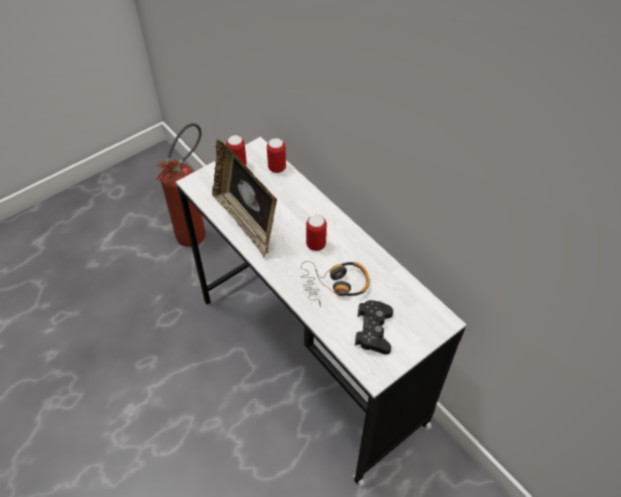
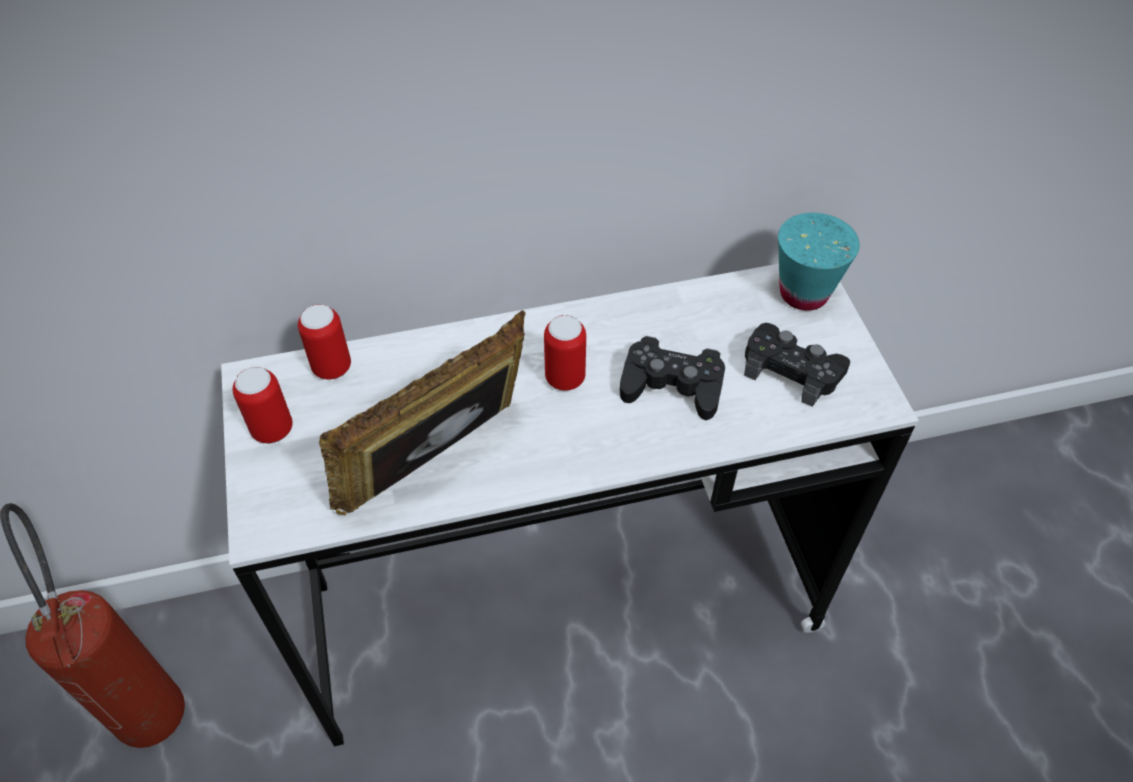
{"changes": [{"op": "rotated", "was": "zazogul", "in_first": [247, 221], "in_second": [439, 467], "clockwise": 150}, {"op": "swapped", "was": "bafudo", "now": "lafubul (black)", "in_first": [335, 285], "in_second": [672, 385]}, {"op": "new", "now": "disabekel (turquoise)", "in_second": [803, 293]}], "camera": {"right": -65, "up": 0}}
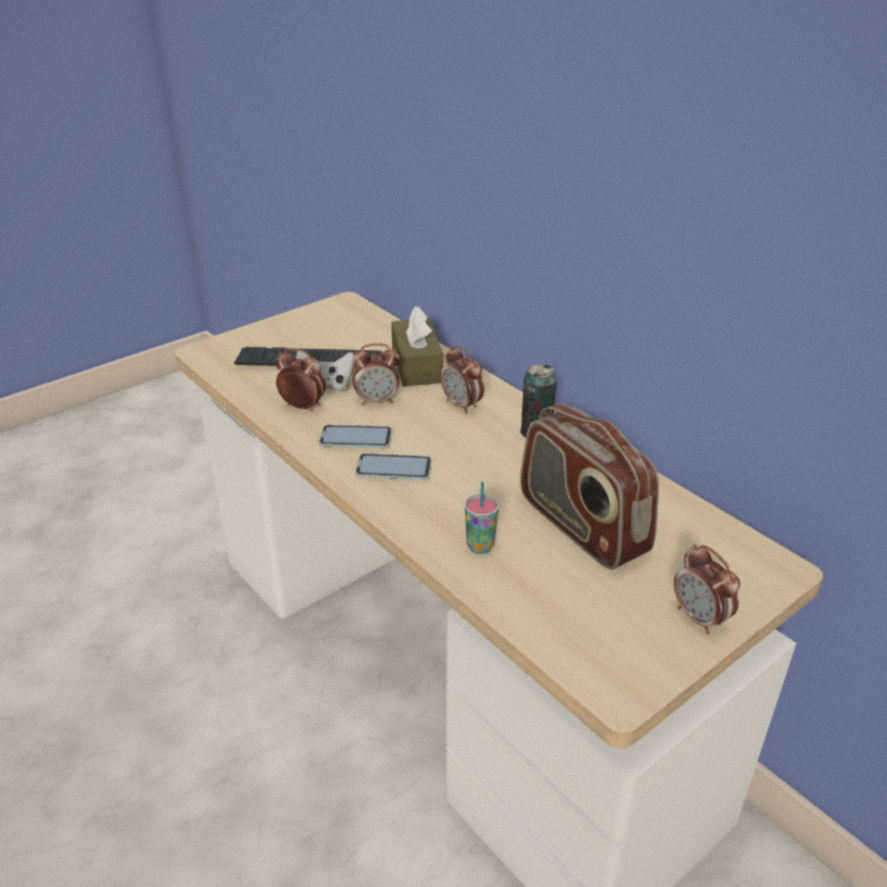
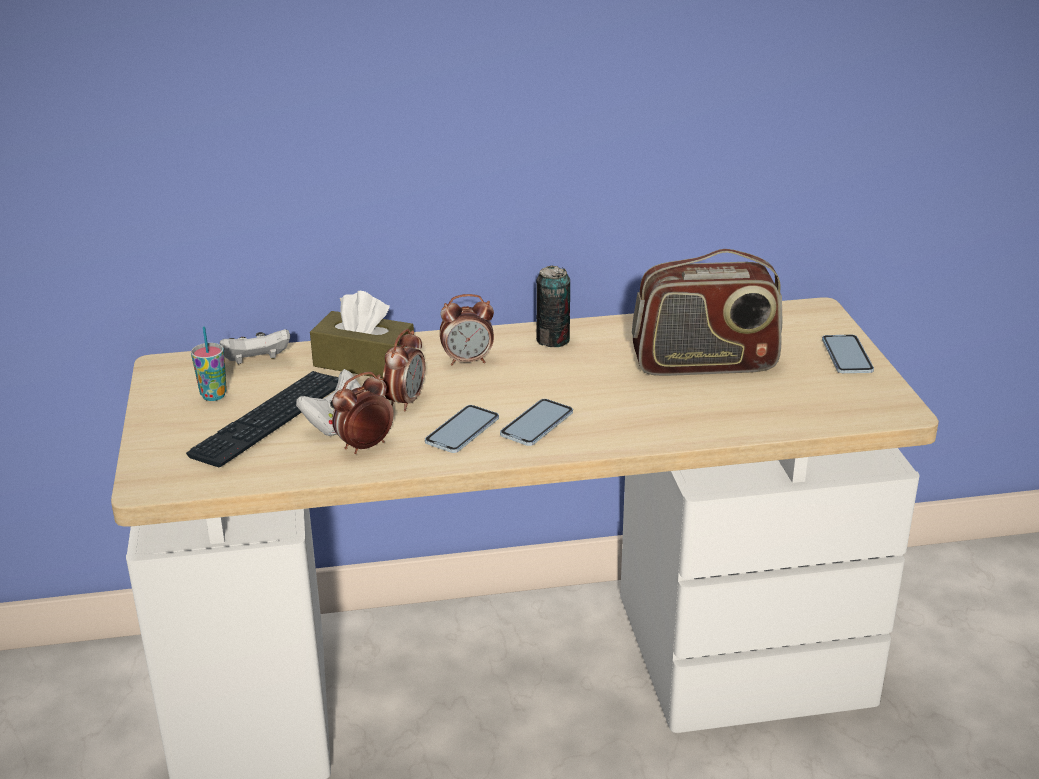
{"changes": [{"op": "shifted", "was": "disabekel", "in_first": [480, 546], "in_second": [213, 395]}, {"op": "swapped", "was": "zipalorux", "now": "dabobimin", "in_first": [700, 618], "in_second": [847, 356]}, {"op": "new", "now": "lafubul (white)", "in_second": [256, 362]}], "camera": {"right": -60, "up": -5}}
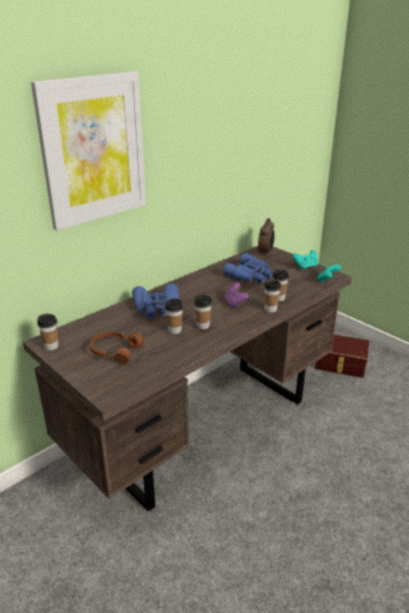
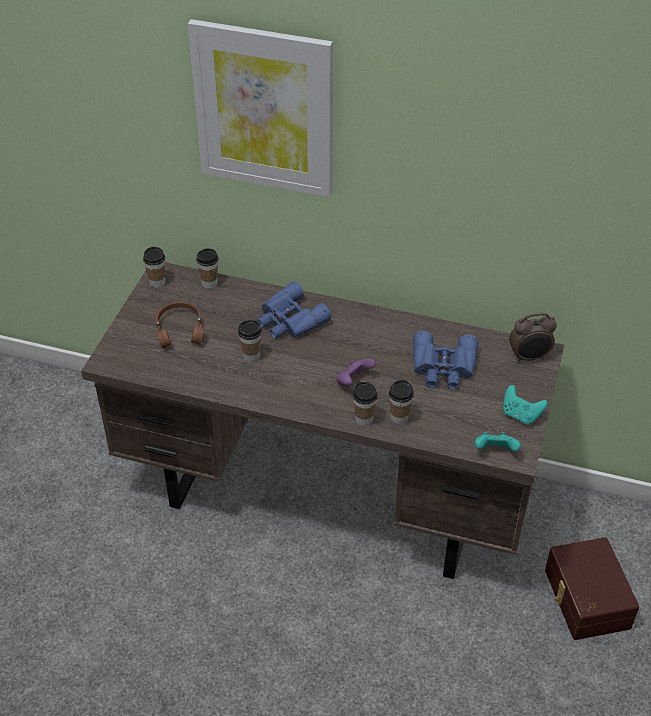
{"changes": [{"op": "shifted", "was": "disabekel", "in_first": [203, 326], "in_second": [209, 283]}], "camera": {"right": 60, "up": 15}}
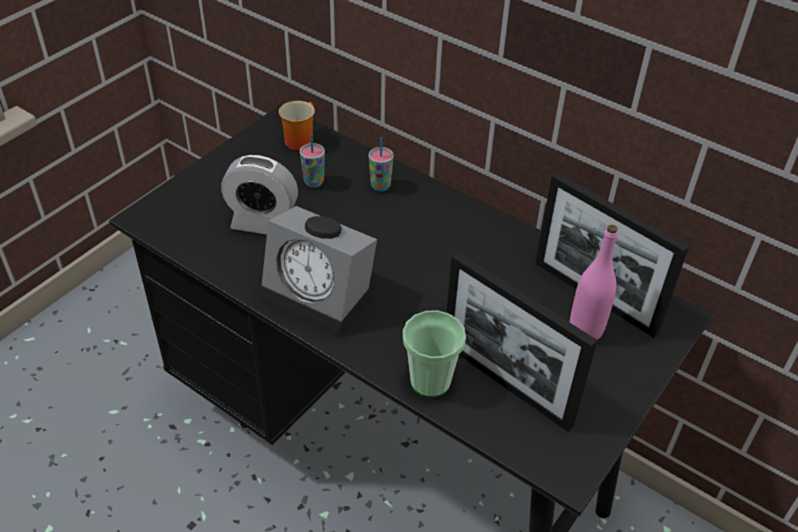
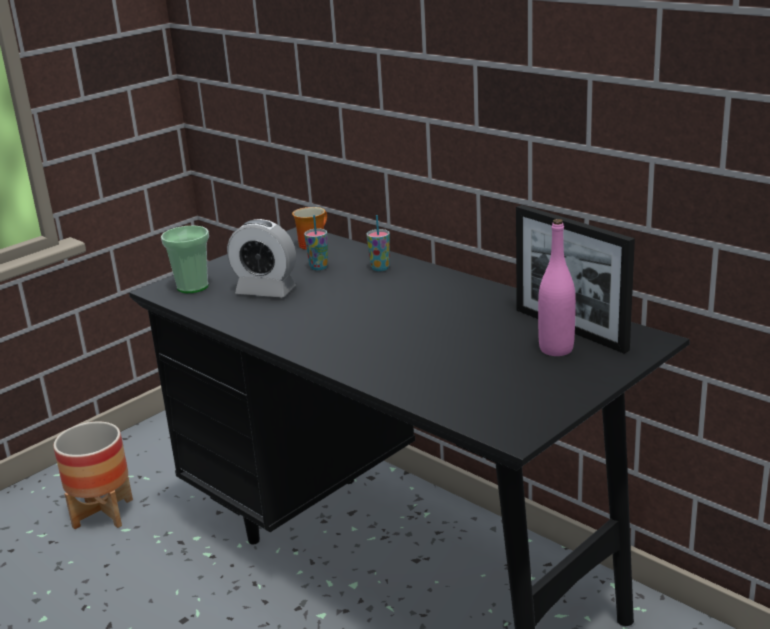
{"changes": [{"op": "gone", "was": "zipalorux", "in_first": [321, 297]}, {"op": "shifted", "was": "disabekel", "in_first": [430, 381], "in_second": [192, 287]}, {"op": "gone", "was": "zazogul", "in_first": [506, 383]}, {"op": "new", "now": "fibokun", "in_second": [103, 513]}], "camera": {"right": 10, "up": -20}}
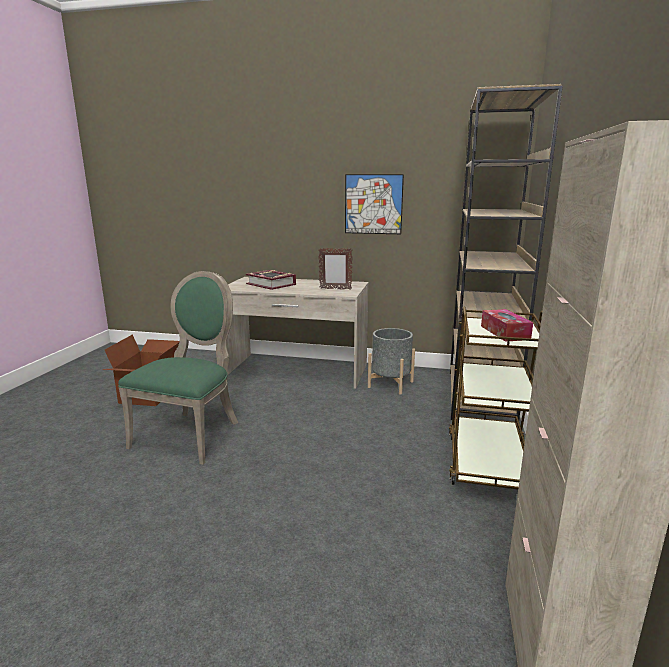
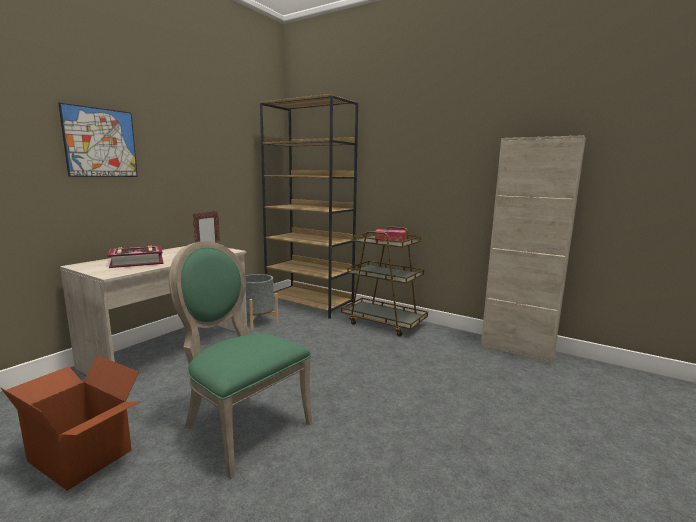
{"changes": [{"op": "shifted", "was": "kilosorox", "in_first": [373, 204], "in_second": [101, 143]}], "camera": {"right": -70, "up": -5}}
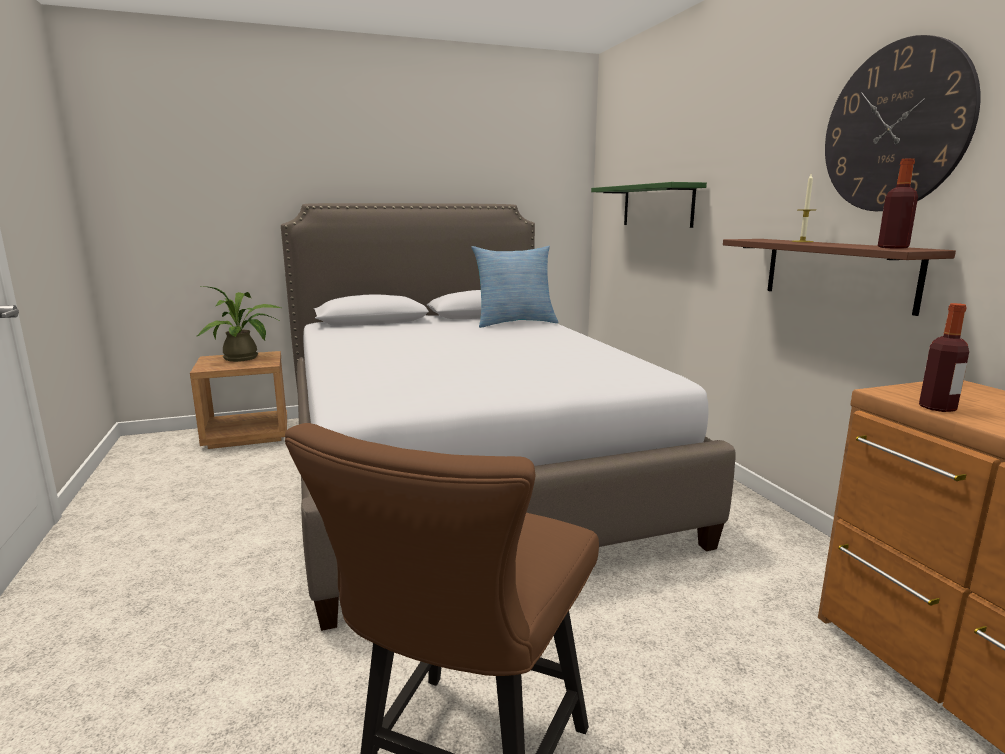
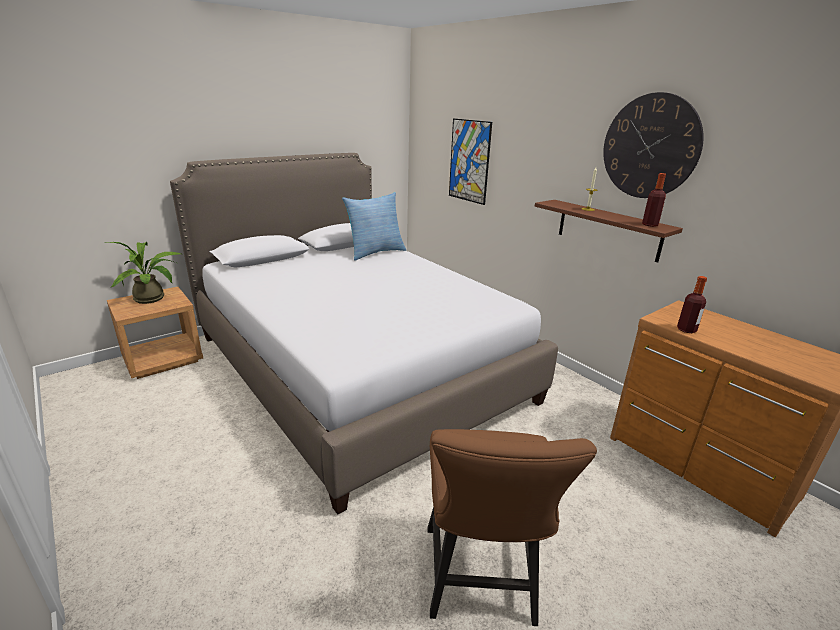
{"changes": [{"op": "swapped", "was": "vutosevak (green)", "now": "kilosorox", "in_first": [657, 206], "in_second": [469, 161]}], "camera": {"right": -20, "up": 10}}
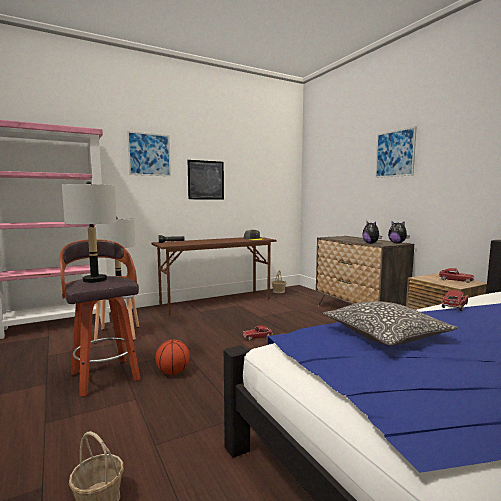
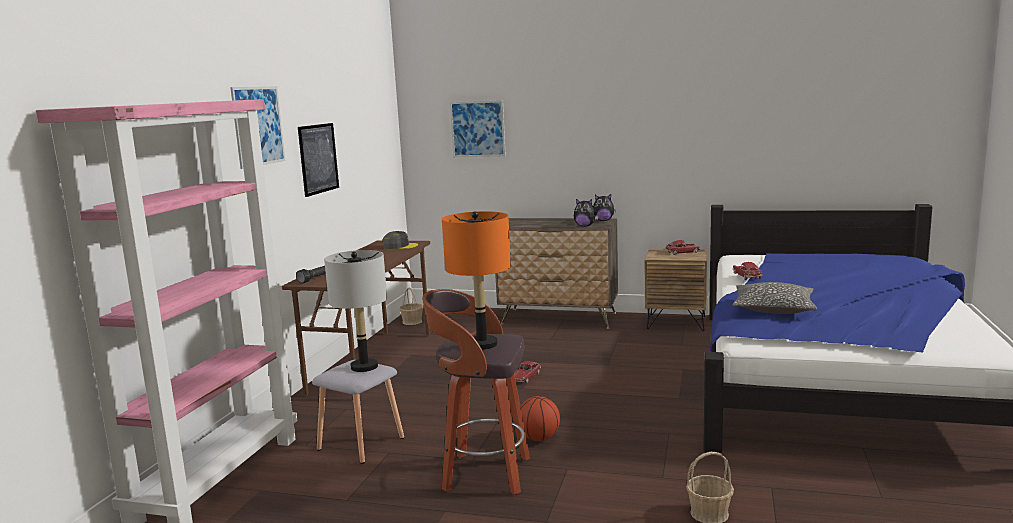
{"changes": [{"op": "repainted", "was": "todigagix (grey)", "now": "todigagix (orange)", "in_first": [95, 280], "in_second": [482, 344]}, {"op": "shifted", "was": "kilosorox", "in_first": [394, 153], "in_second": [477, 129]}], "camera": {"right": -45, "up": 5}}
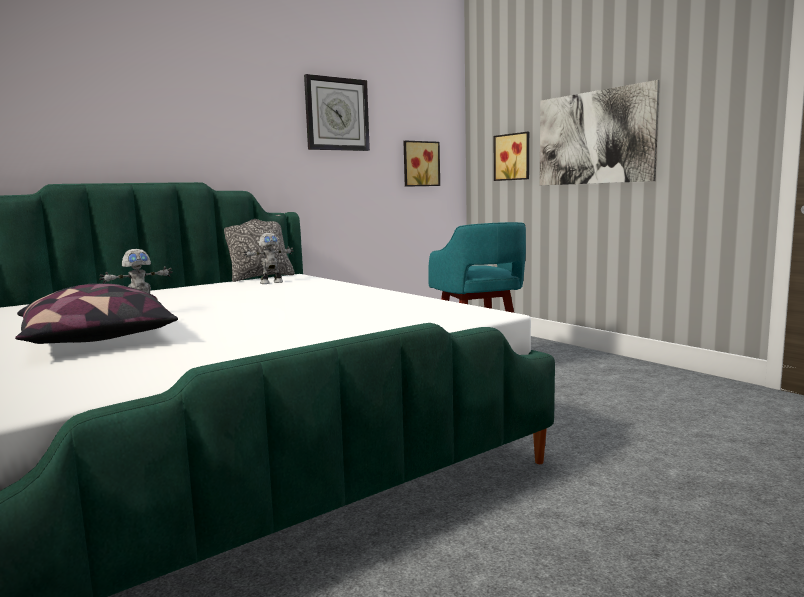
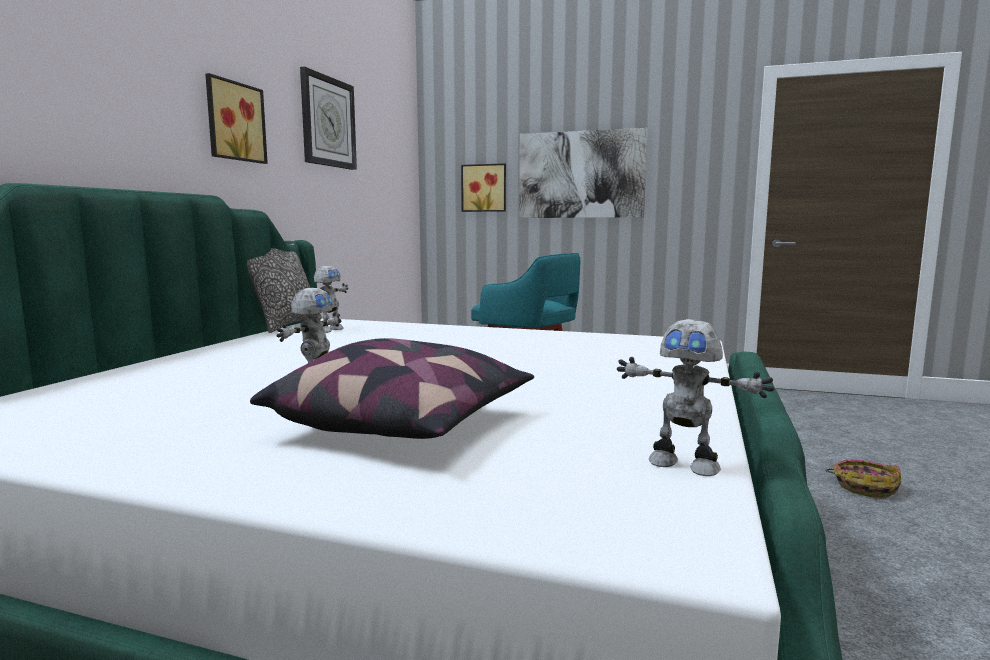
{"changes": [{"op": "shifted", "was": "kilosorox", "in_first": [420, 164], "in_second": [233, 121]}, {"op": "new", "now": "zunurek", "in_second": [684, 464]}, {"op": "new", "now": "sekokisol", "in_second": [864, 487]}], "camera": {"right": -35, "up": 0}}
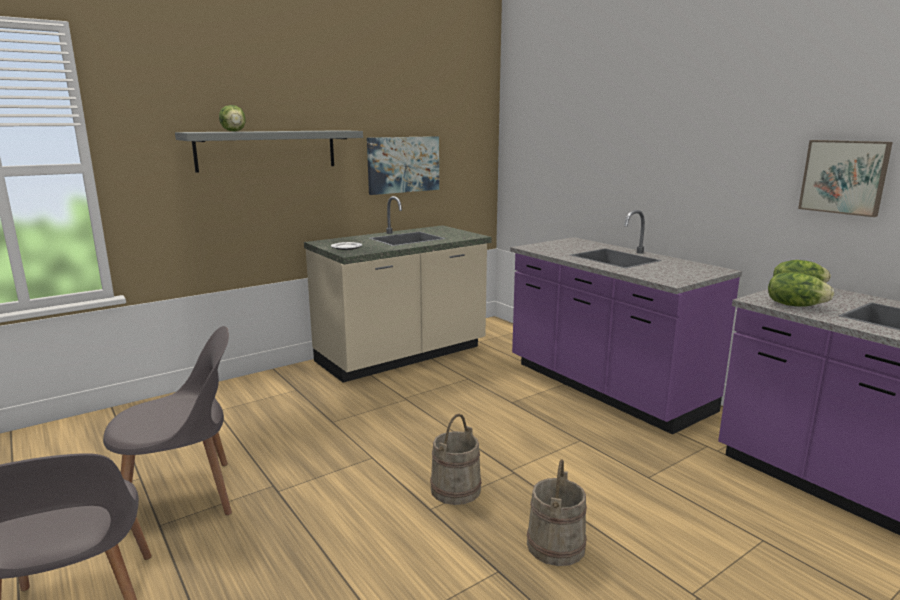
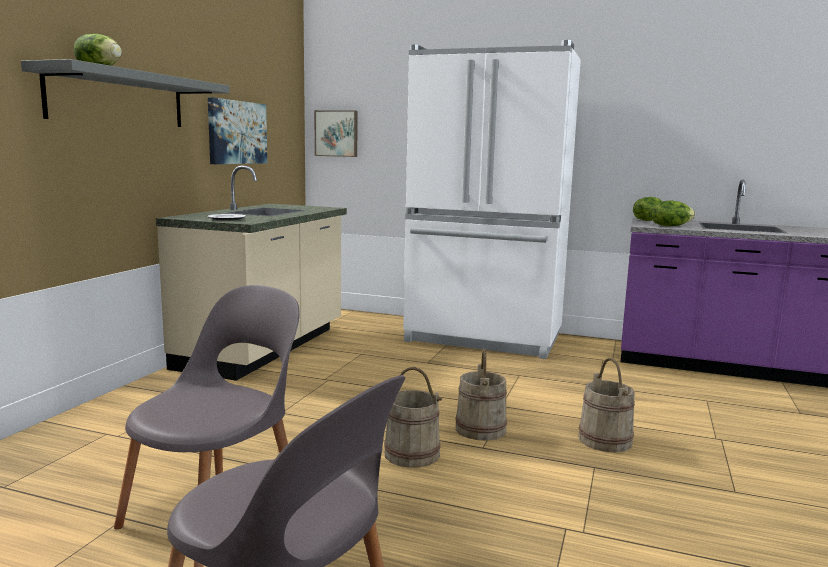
{"changes": [{"op": "swapped", "was": "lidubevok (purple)", "now": "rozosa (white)", "in_first": [605, 388], "in_second": [483, 339]}, {"op": "shifted", "was": "kilosorox", "in_first": [844, 177], "in_second": [336, 133]}, {"op": "new", "now": "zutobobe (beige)", "in_second": [411, 454]}], "camera": {"right": -35, "up": -5}}
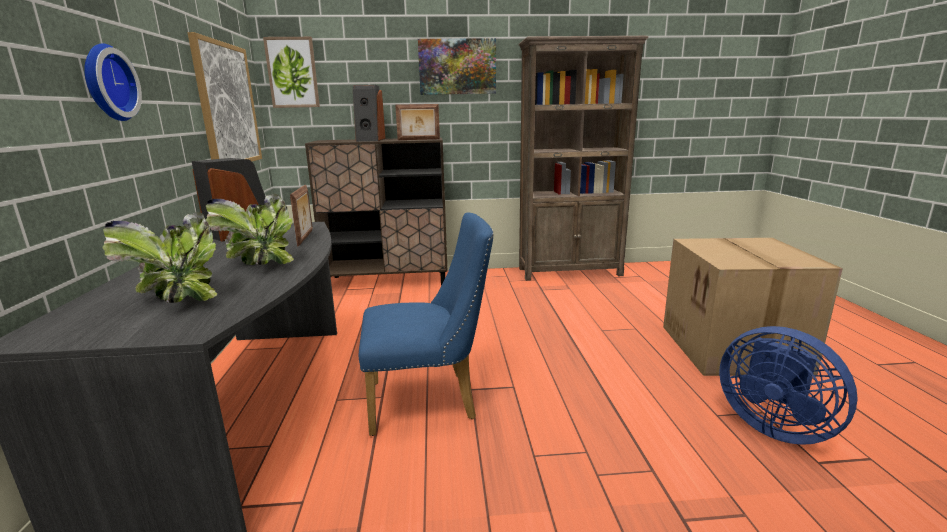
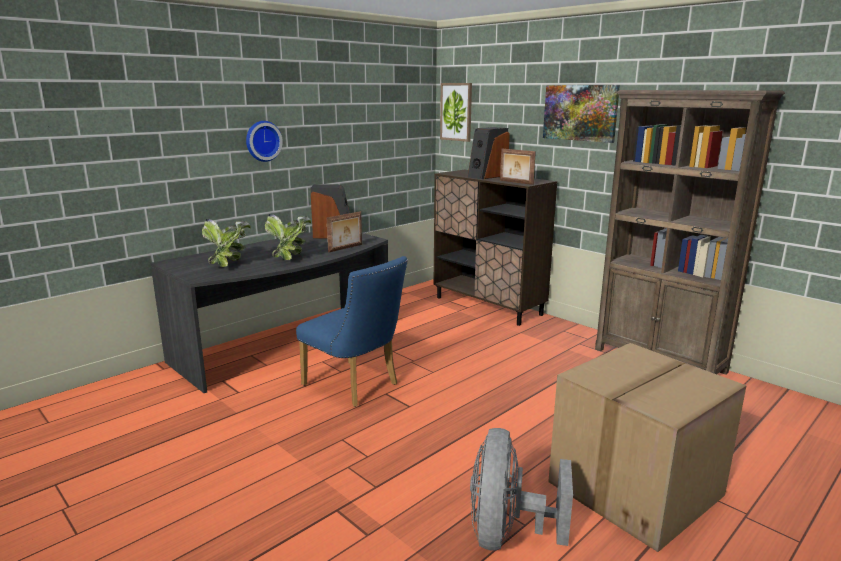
{"changes": [{"op": "gone", "was": "kilosorox", "in_first": [227, 105]}, {"op": "repainted", "was": "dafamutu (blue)", "now": "dafamutu (grey)", "in_first": [773, 425], "in_second": [508, 533]}], "camera": {"right": 50, "up": 0}}
